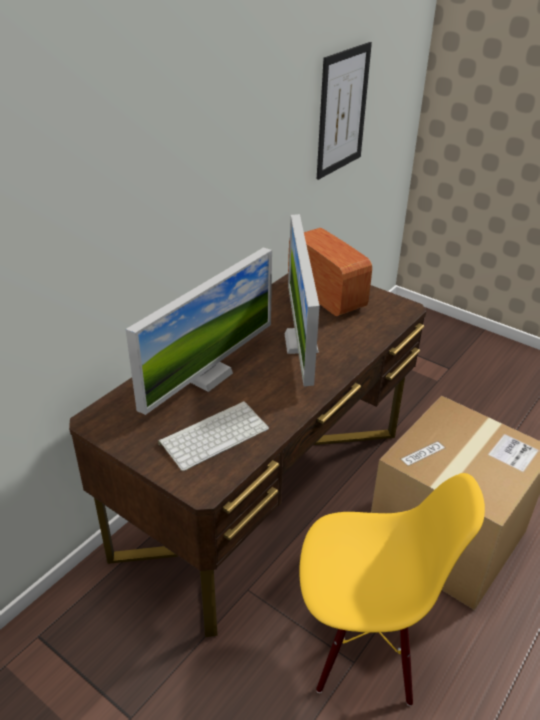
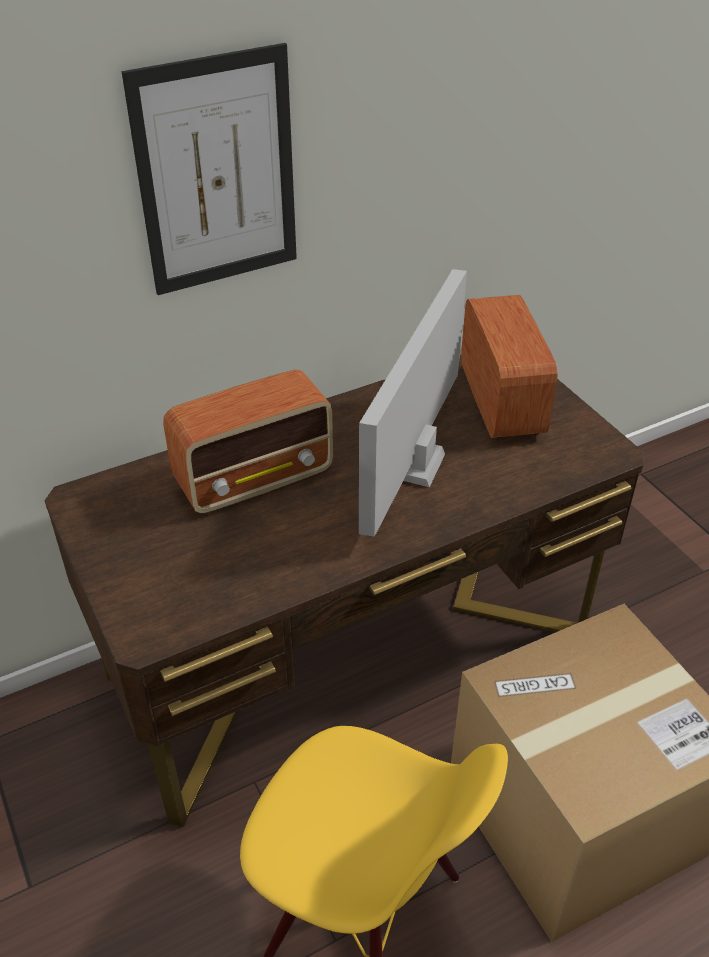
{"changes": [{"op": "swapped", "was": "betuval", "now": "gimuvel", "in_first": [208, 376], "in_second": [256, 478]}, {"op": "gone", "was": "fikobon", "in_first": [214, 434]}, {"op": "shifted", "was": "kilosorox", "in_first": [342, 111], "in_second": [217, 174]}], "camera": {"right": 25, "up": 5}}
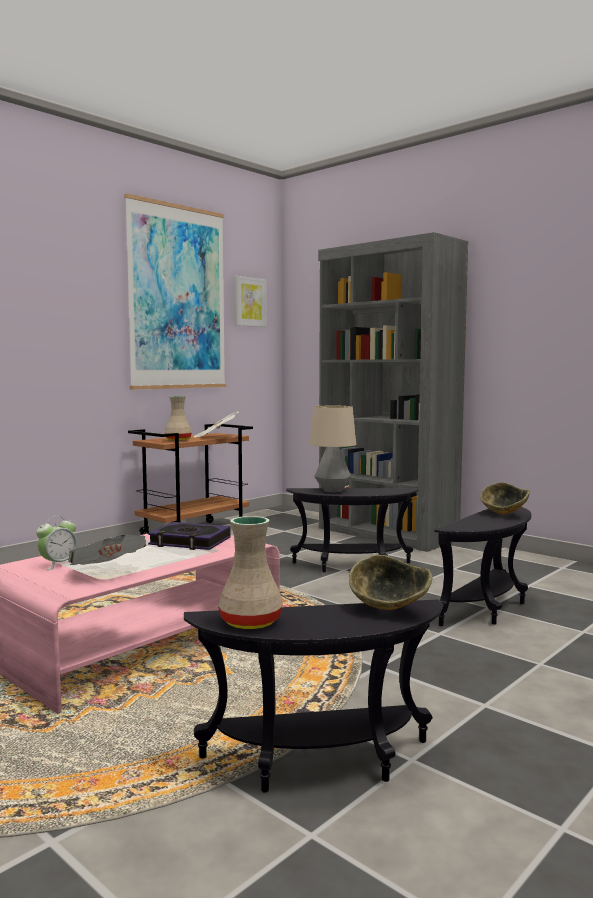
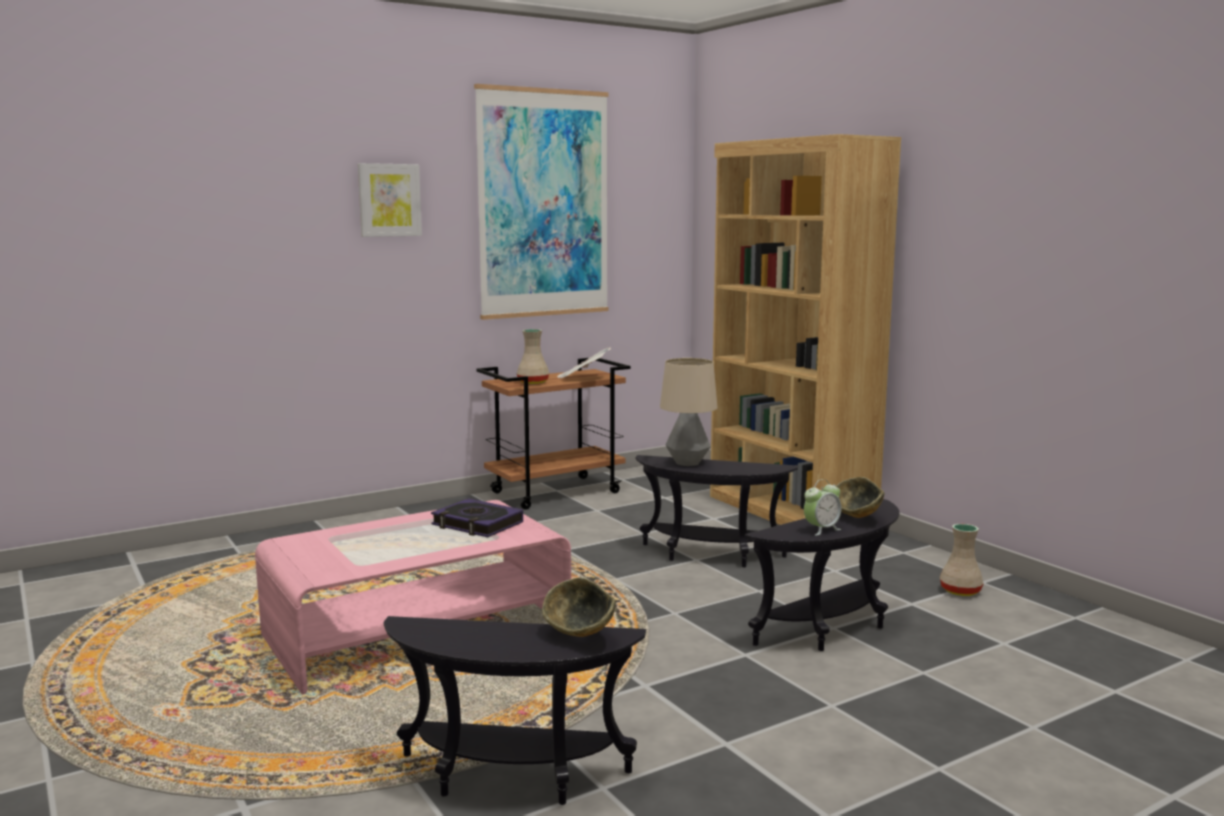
{"changes": [{"op": "shifted", "was": "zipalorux", "in_first": [58, 564], "in_second": [821, 529]}, {"op": "gone", "was": "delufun", "in_first": [107, 572]}, {"op": "shifted", "was": "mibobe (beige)", "in_first": [249, 621], "in_second": [959, 591]}, {"op": "shifted", "was": "kilosorox", "in_first": [249, 302], "in_second": [389, 200]}, {"op": "repainted", "was": "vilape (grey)", "now": "vilape (brown)", "in_first": [386, 534], "in_second": [789, 512]}], "camera": {"right": 15, "up": 5}}
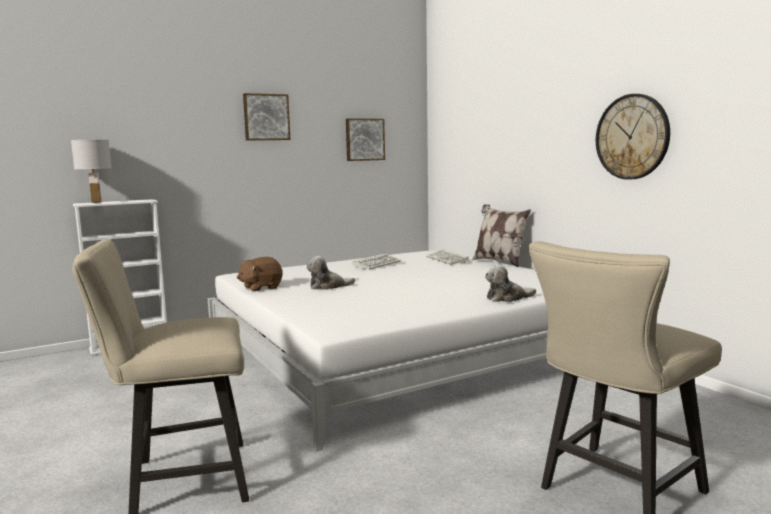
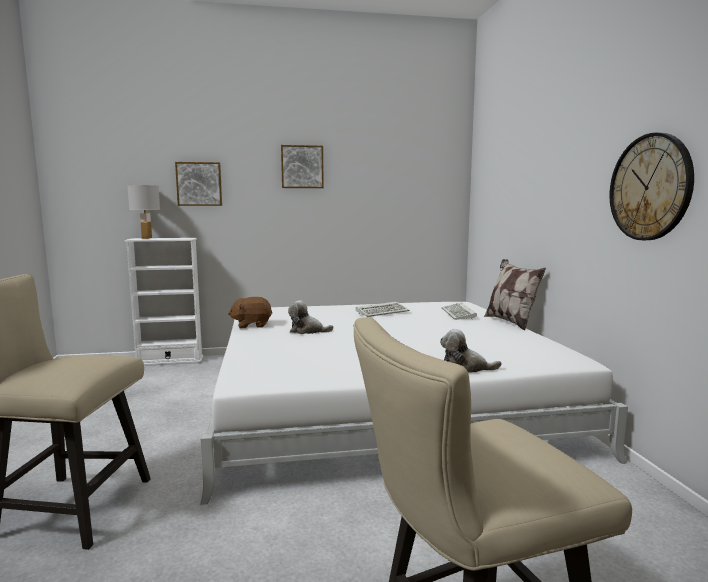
{"changes": [{"op": "shifted", "was": "kilosorox", "in_first": [364, 139], "in_second": [199, 184]}], "camera": {"right": 20, "up": 0}}
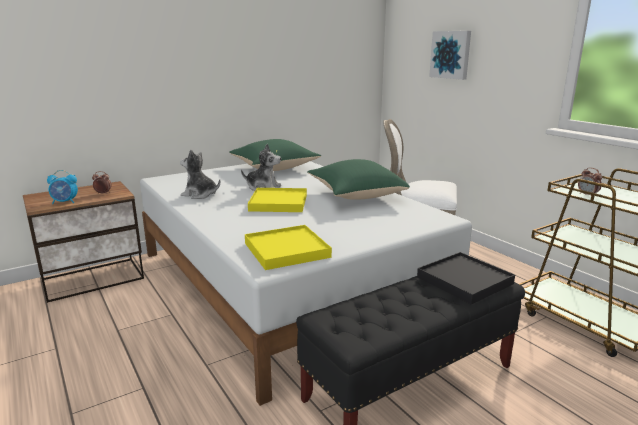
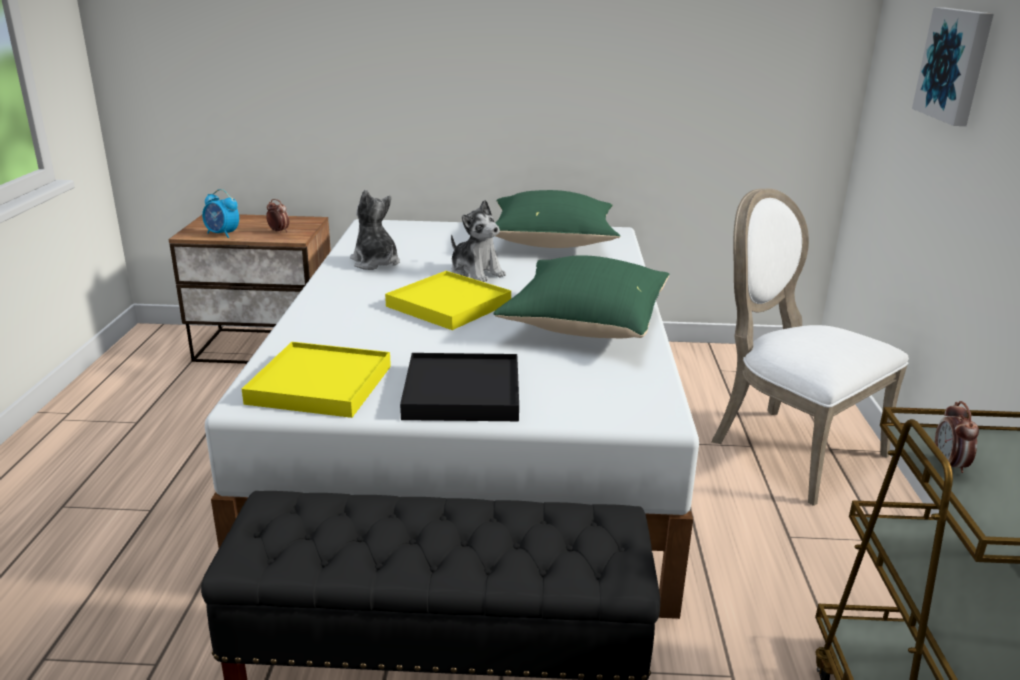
{"changes": [{"op": "shifted", "was": "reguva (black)", "in_first": [464, 280], "in_second": [462, 393]}], "camera": {"right": 35, "up": 5}}
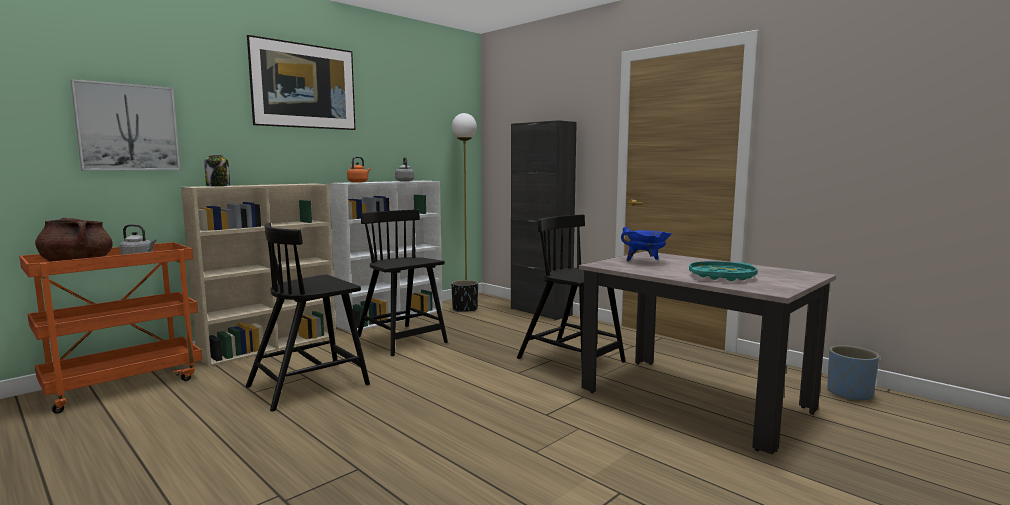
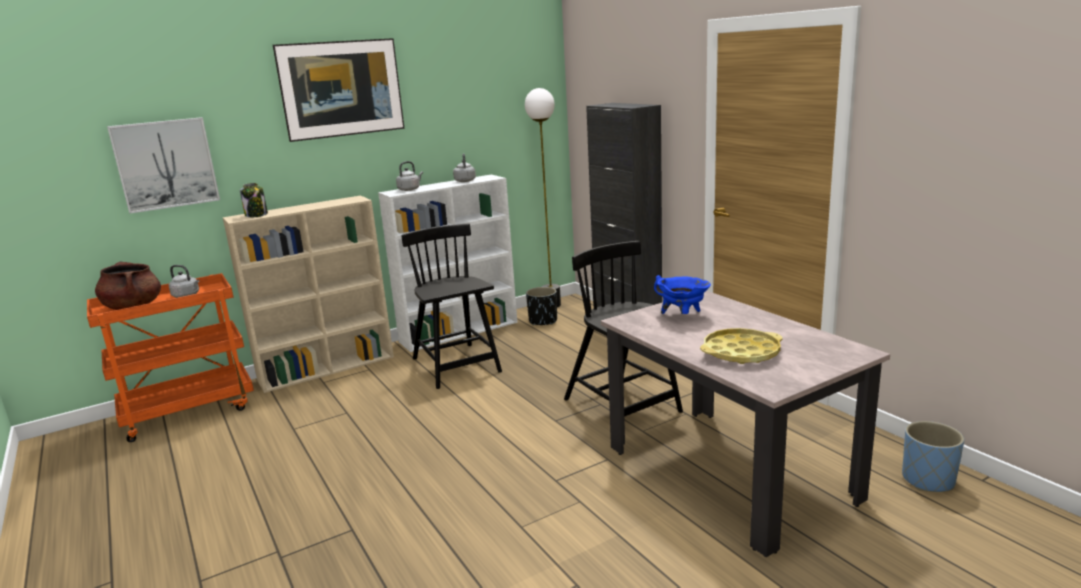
{"changes": [{"op": "gone", "was": "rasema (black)", "in_first": [310, 385]}, {"op": "repainted", "was": "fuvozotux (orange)", "now": "fuvozotux (grey)", "in_first": [359, 182], "in_second": [410, 189]}, {"op": "repainted", "was": "reguva (turquoise)", "now": "reguva (yellow)", "in_first": [721, 276], "in_second": [741, 352]}], "camera": {"right": 15, "up": 10}}
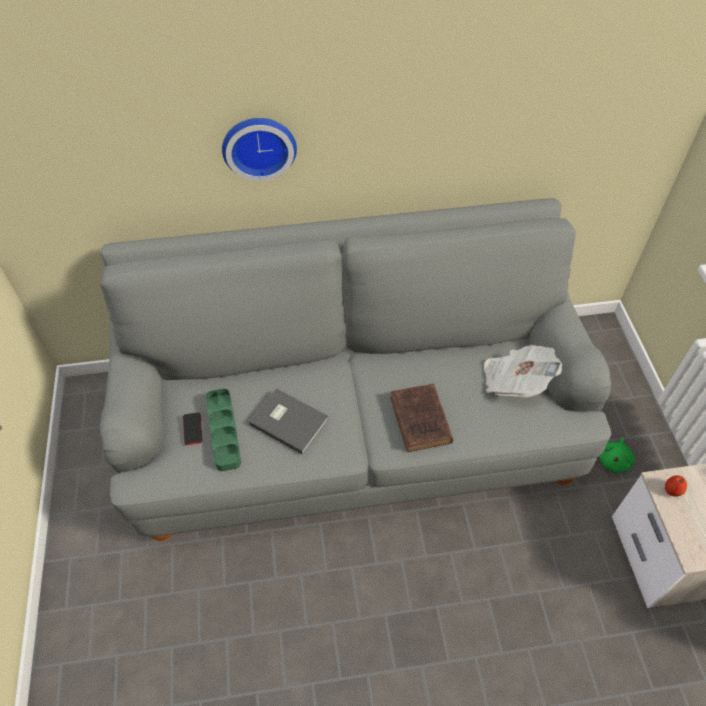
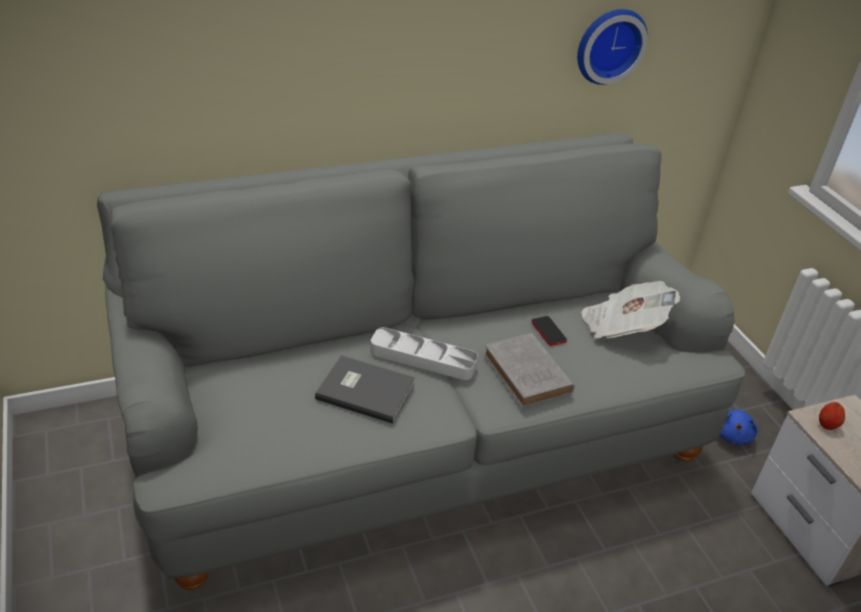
{"changes": [{"op": "shifted", "was": "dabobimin", "in_first": [192, 429], "in_second": [548, 331]}, {"op": "gone", "was": "reguva (green)", "in_first": [223, 431]}, {"op": "shifted", "was": "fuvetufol", "in_first": [259, 145], "in_second": [608, 44]}, {"op": "repainted", "was": "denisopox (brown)", "now": "denisopox (grey)", "in_first": [421, 421], "in_second": [528, 375]}, {"op": "repainted", "was": "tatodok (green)", "now": "tatodok (blue)", "in_first": [614, 460], "in_second": [732, 435]}, {"op": "new", "now": "reguva (grey)", "in_second": [423, 358]}], "camera": {"right": -15, "up": -15}}
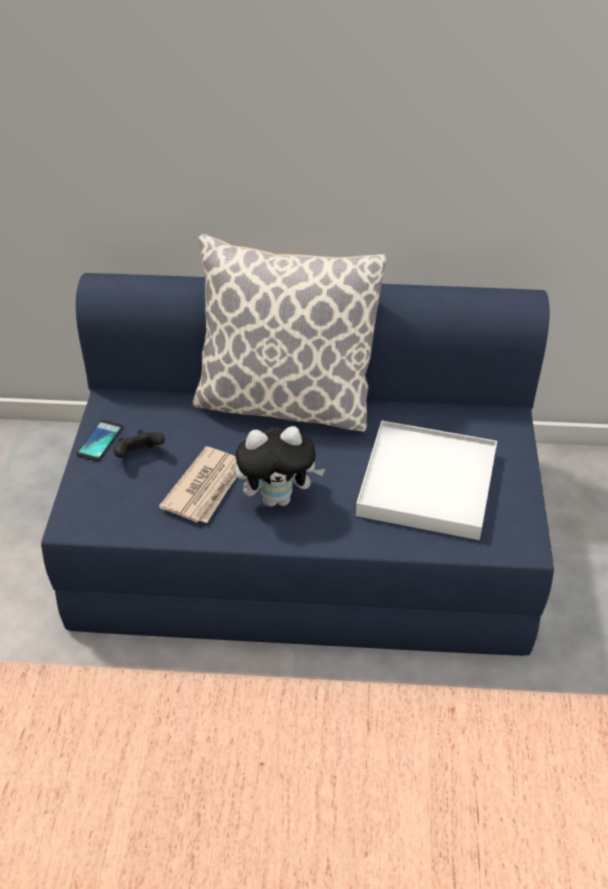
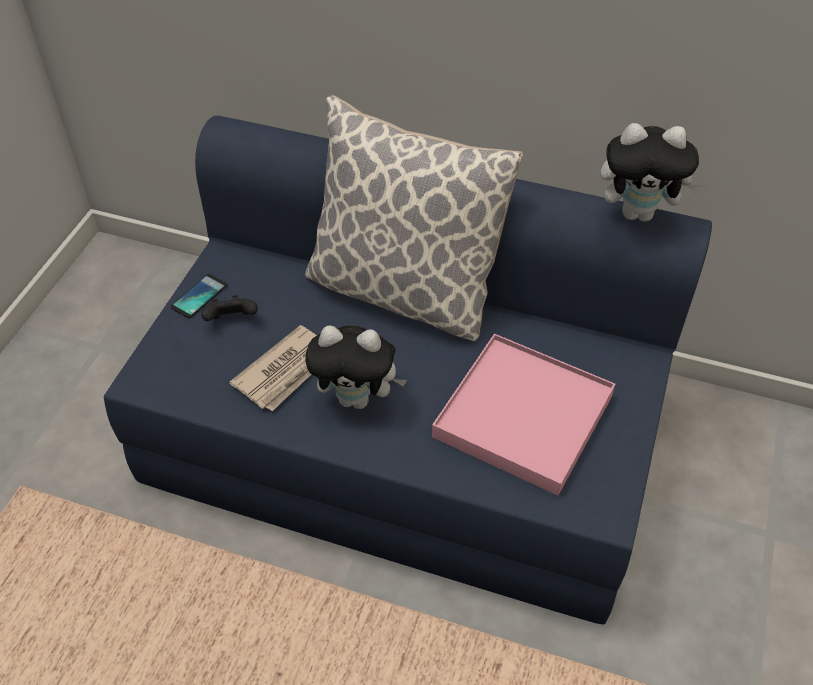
{"changes": [{"op": "repainted", "was": "reguva (white)", "now": "reguva (pink)", "in_first": [427, 484], "in_second": [523, 417]}, {"op": "new", "now": "tatodok", "in_second": [639, 213]}], "camera": {"right": 15, "up": 5}}
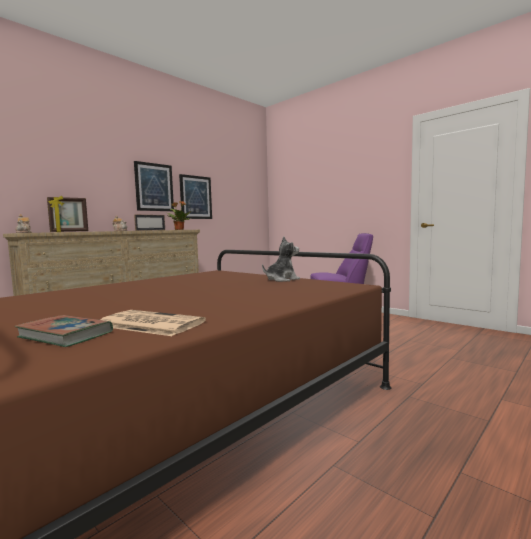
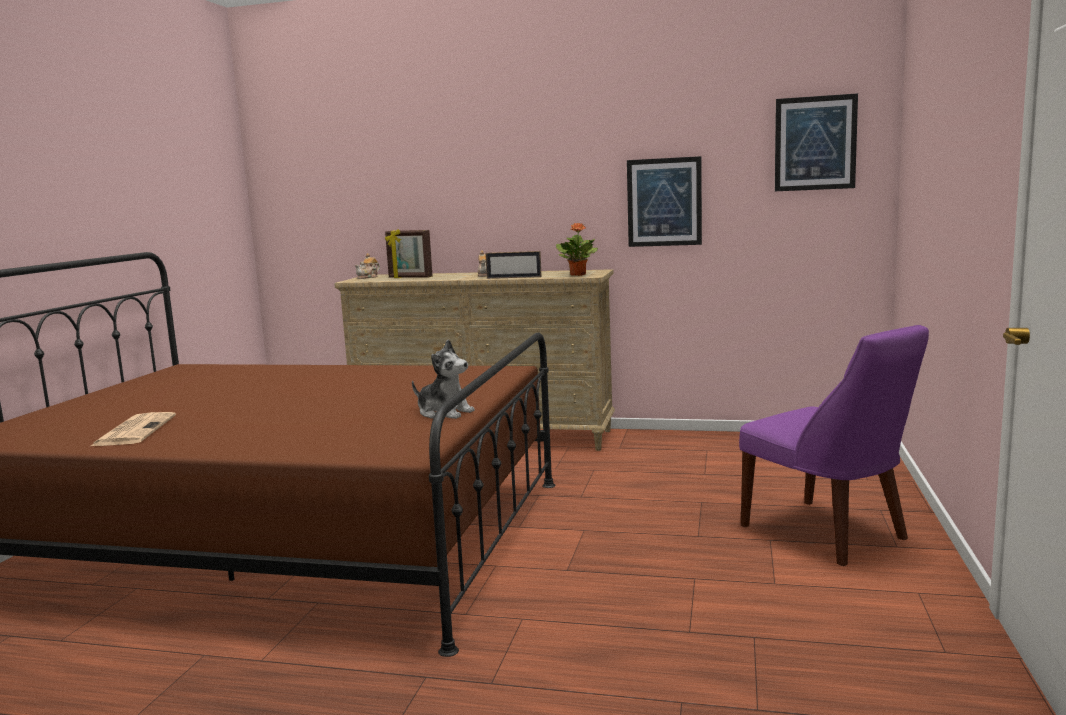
{"changes": [{"op": "gone", "was": "denisopox", "in_first": [65, 335]}, {"op": "shifted", "was": "kilosorox", "in_first": [154, 187], "in_second": [815, 143]}], "camera": {"right": 60, "up": 5}}
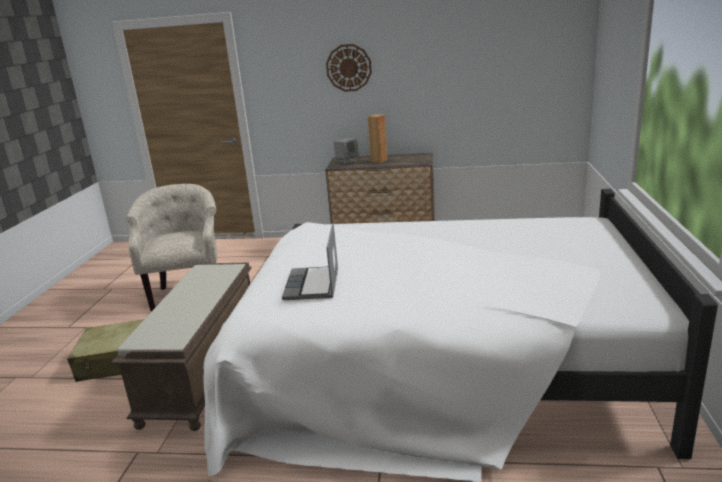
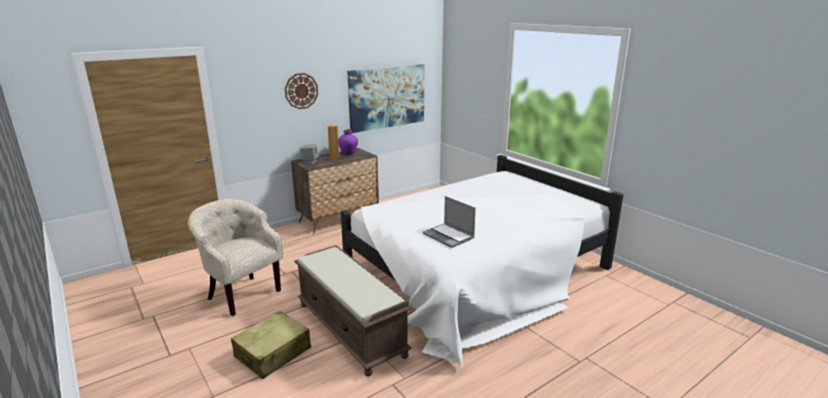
{"changes": [{"op": "new", "now": "mibobe (purple)", "in_second": [348, 154]}, {"op": "new", "now": "kilosorox", "in_second": [387, 97]}], "camera": {"right": -45, "up": 0}}
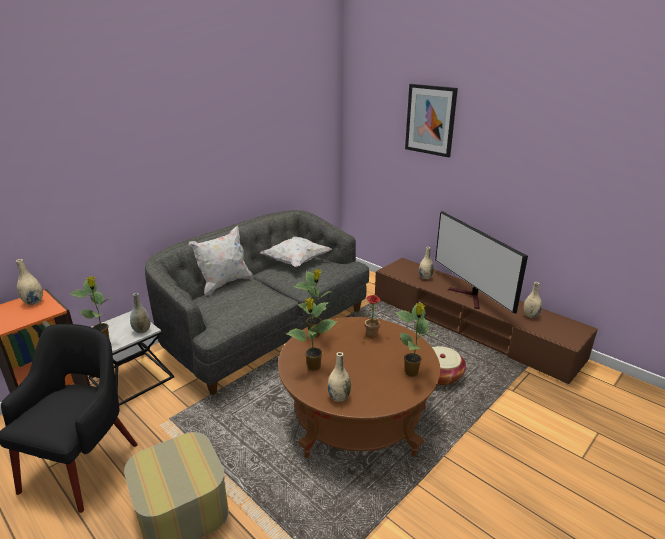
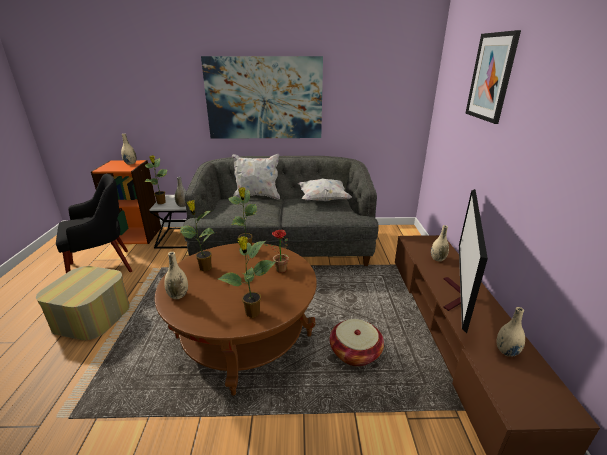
{"changes": [{"op": "new", "now": "kilosorox", "in_second": [264, 98]}], "camera": {"right": 45, "up": 0}}
